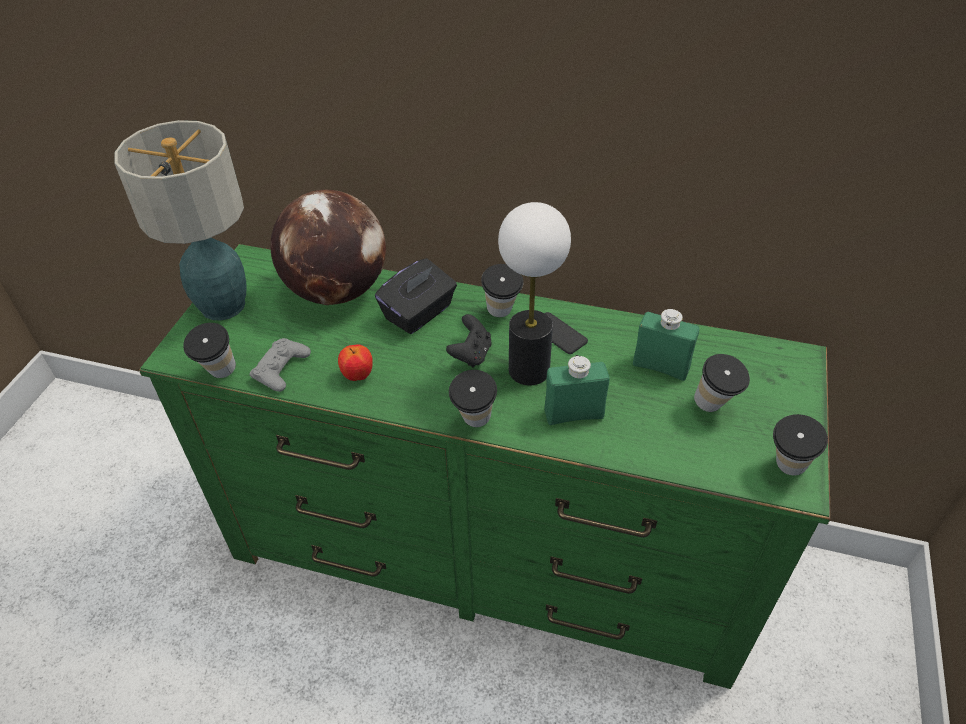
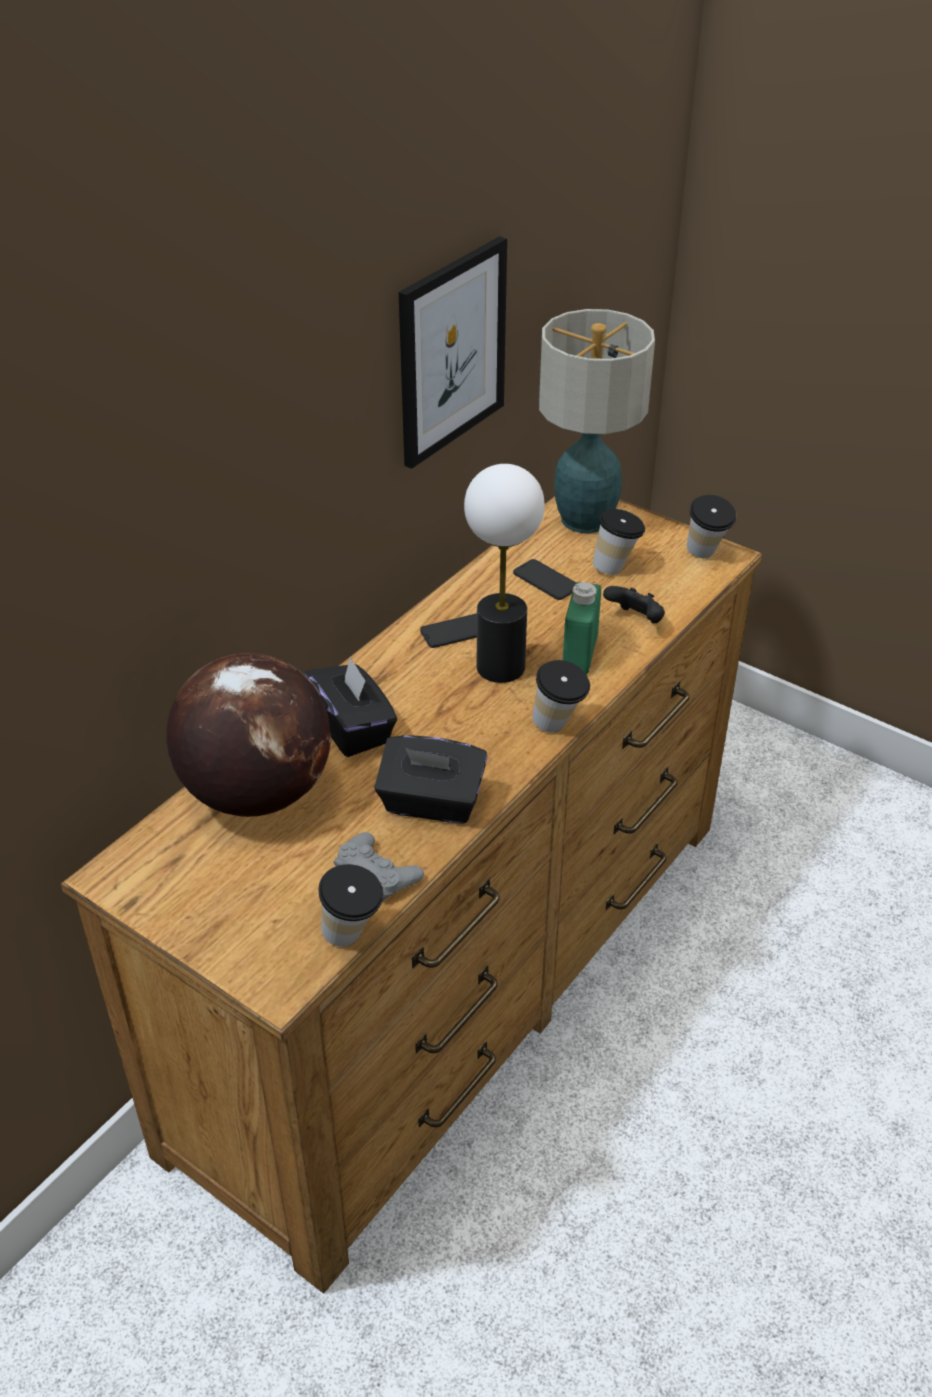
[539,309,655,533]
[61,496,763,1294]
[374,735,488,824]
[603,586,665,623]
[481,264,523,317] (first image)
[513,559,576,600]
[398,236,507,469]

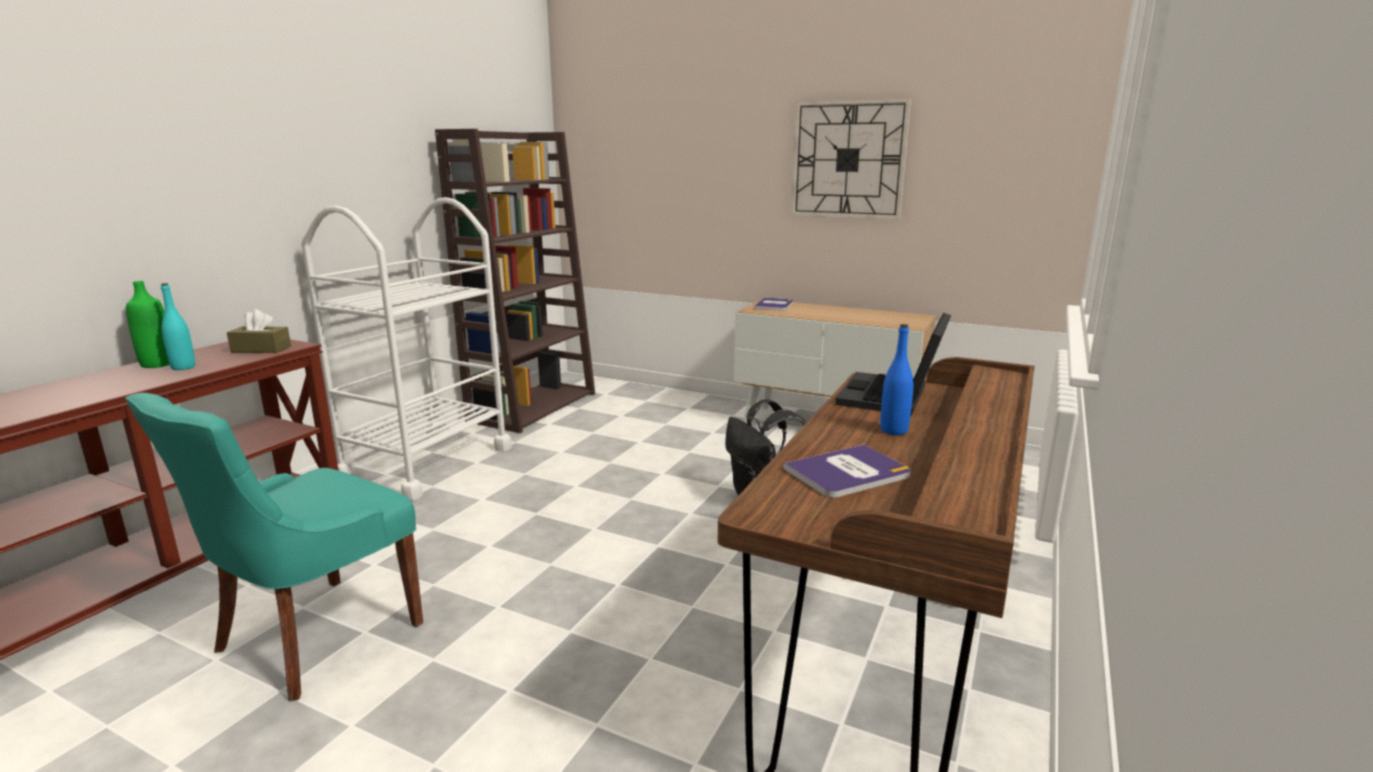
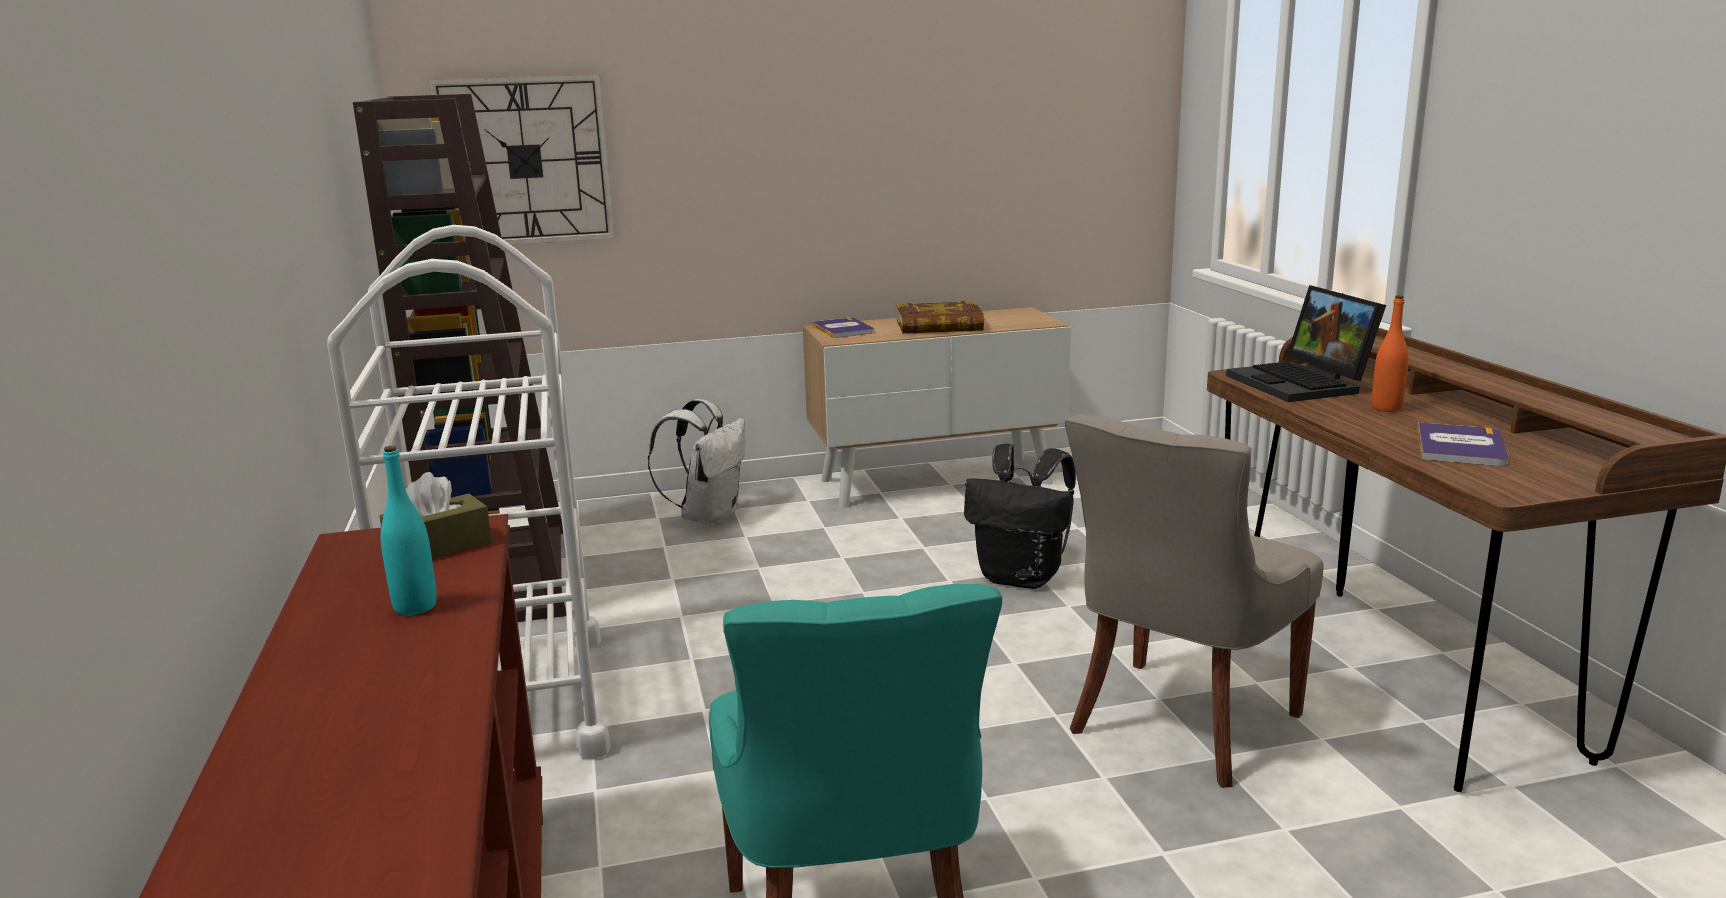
[126,281,169,368] (first image)
[428,74,615,245]
[1372,295,1409,412]
[648,399,745,525]
[897,301,984,333]
[1065,415,1324,788]

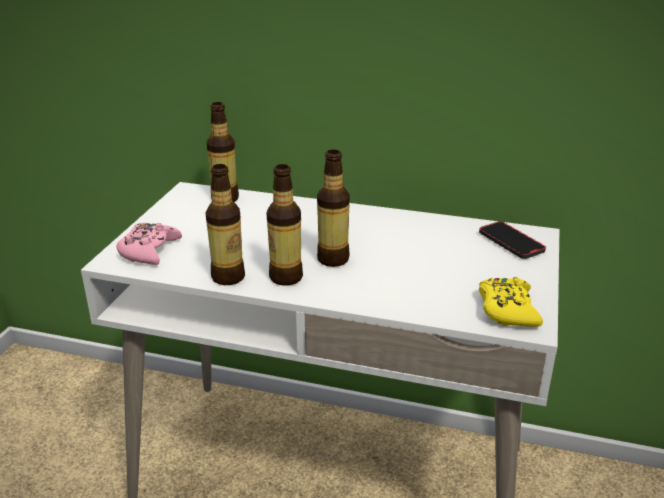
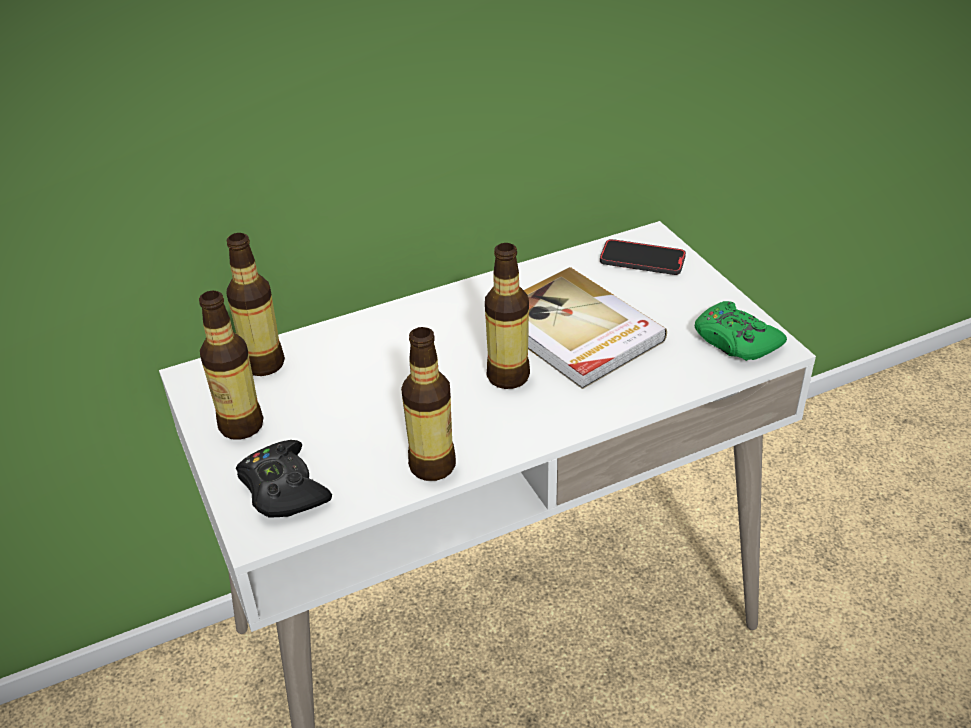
[236,440,332,518]
[199,290,263,440]
[695,301,787,361]
[524,267,667,389]

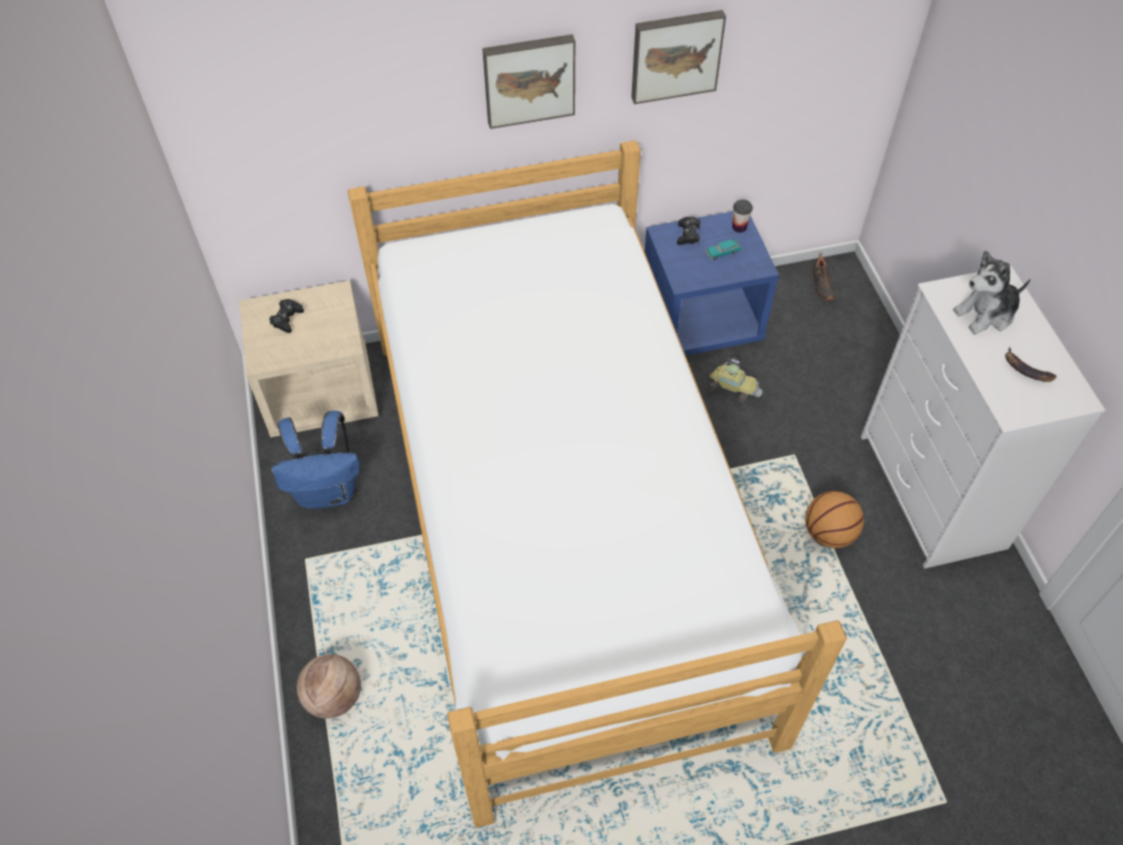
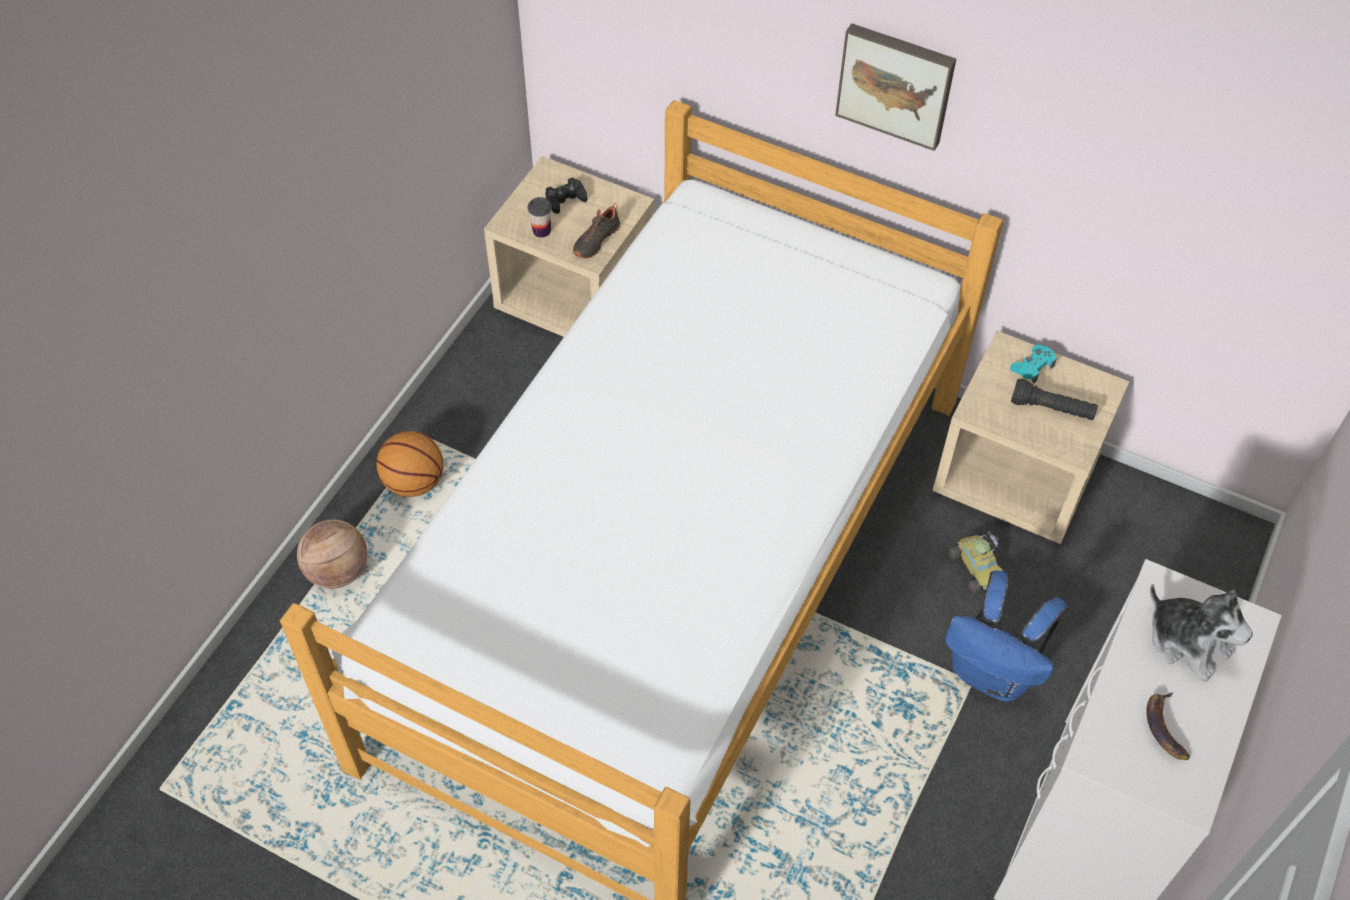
[945,570,1068,702]
[631,10,726,104] (first image)
[932,331,1129,544]
[1010,345,1056,384]
[1011,378,1098,420]
[528,197,552,238]
[376,431,444,497]
[573,203,620,259]
[1150,584,1253,681]

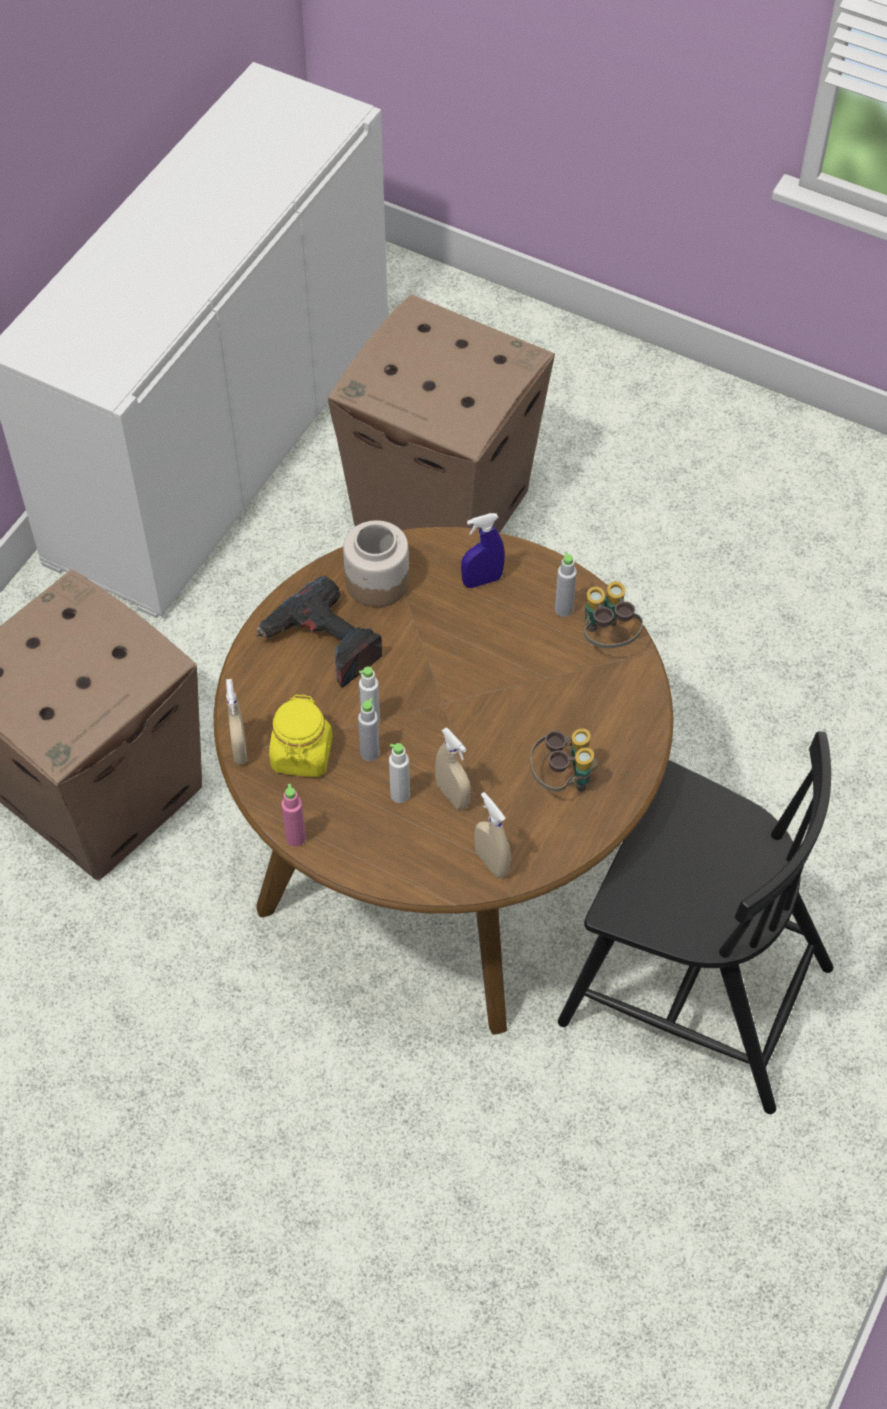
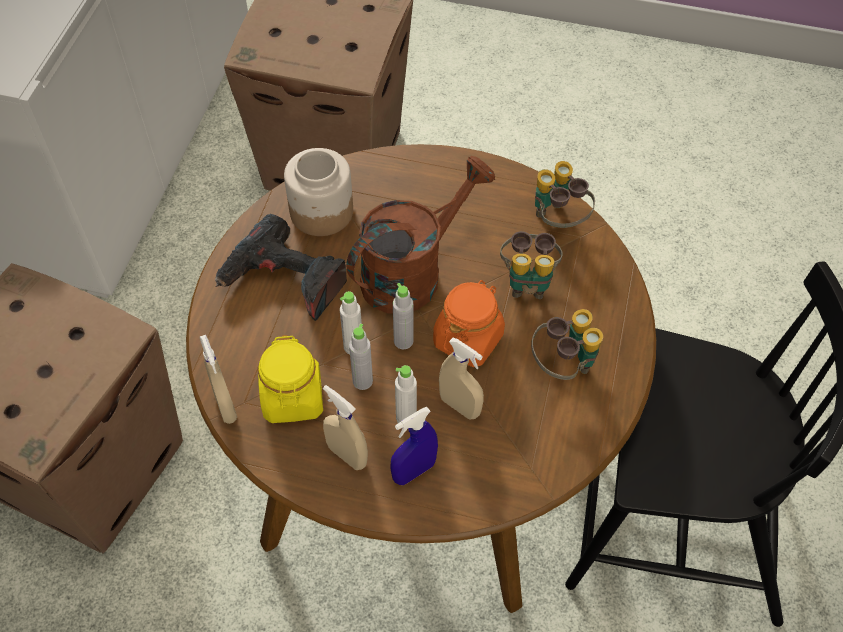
[281,784,306,847] (first image)
[391,407,438,485]
[323,385,368,470]
[393,283,413,349]
[346,156,495,314]
[433,280,505,367]
[500,231,563,299]

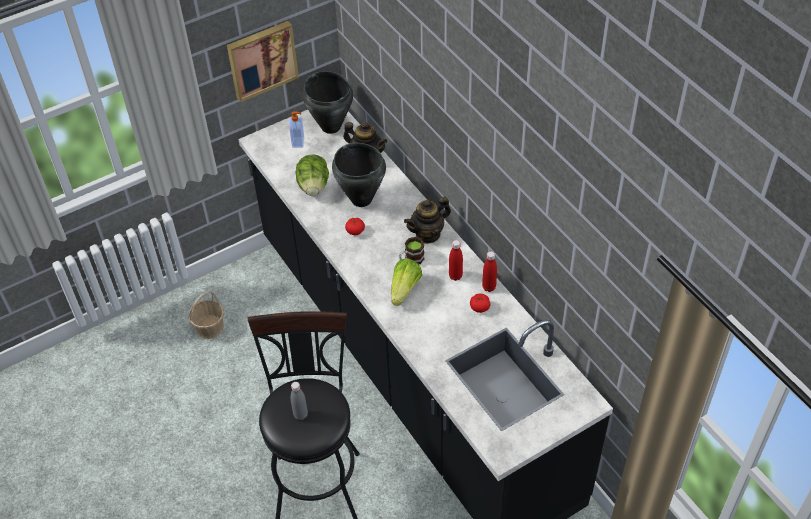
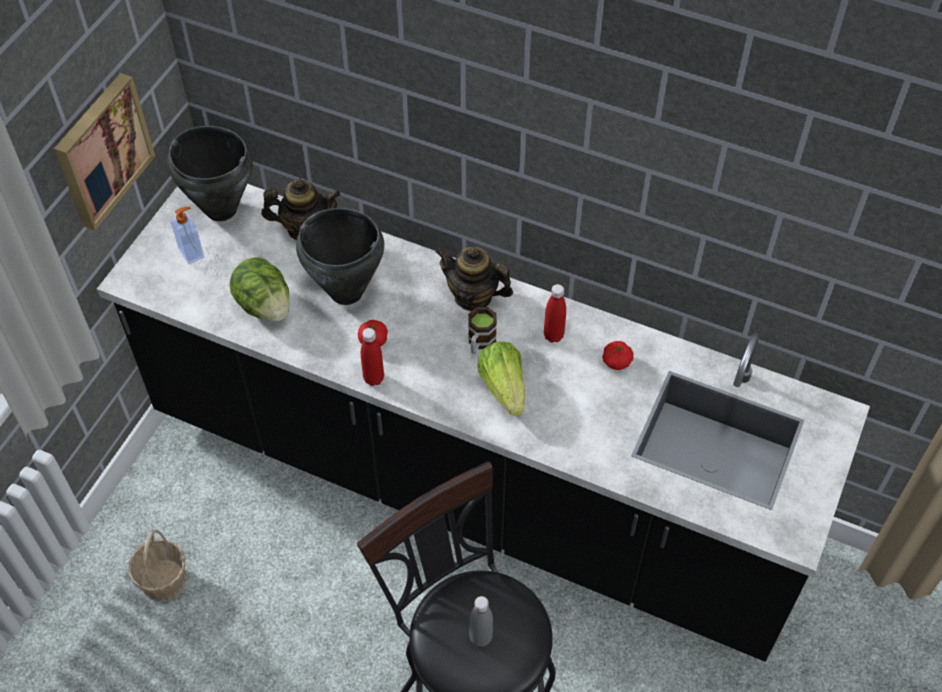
[435,247,513,311]
[361,328,384,386]

